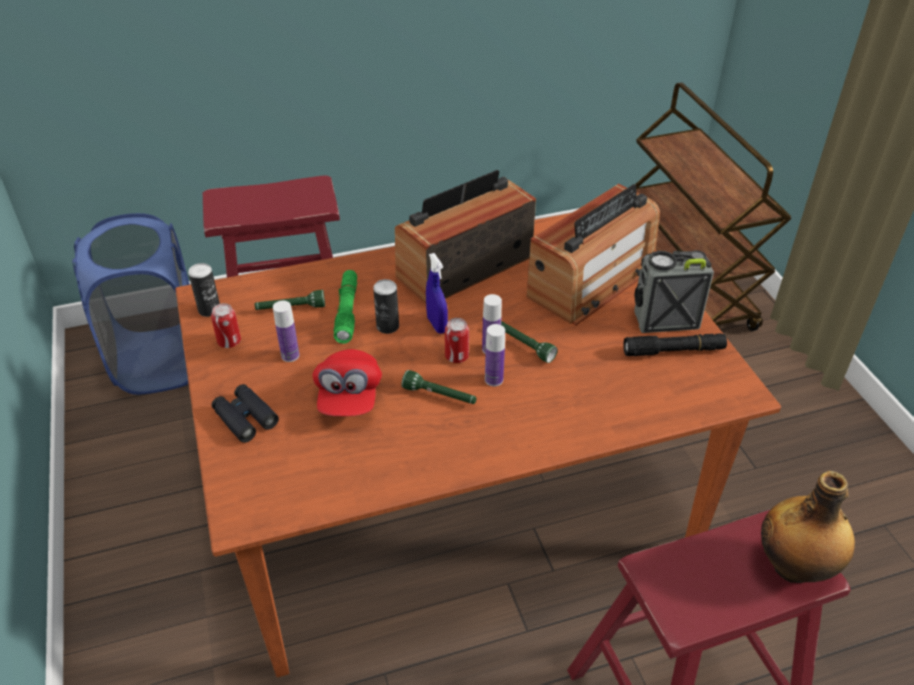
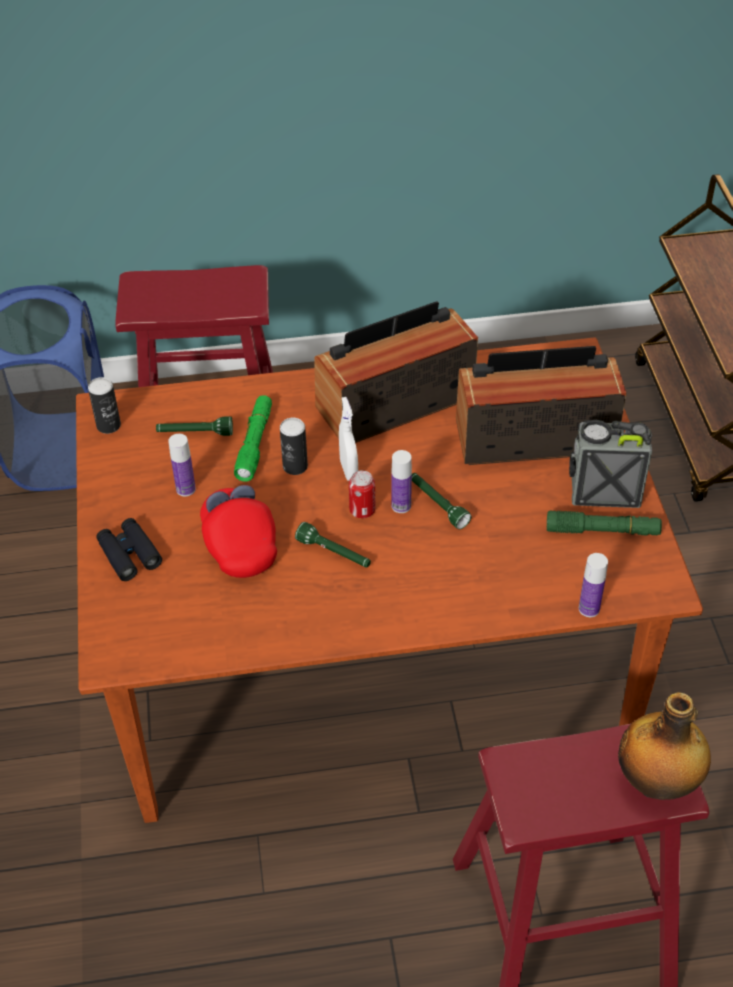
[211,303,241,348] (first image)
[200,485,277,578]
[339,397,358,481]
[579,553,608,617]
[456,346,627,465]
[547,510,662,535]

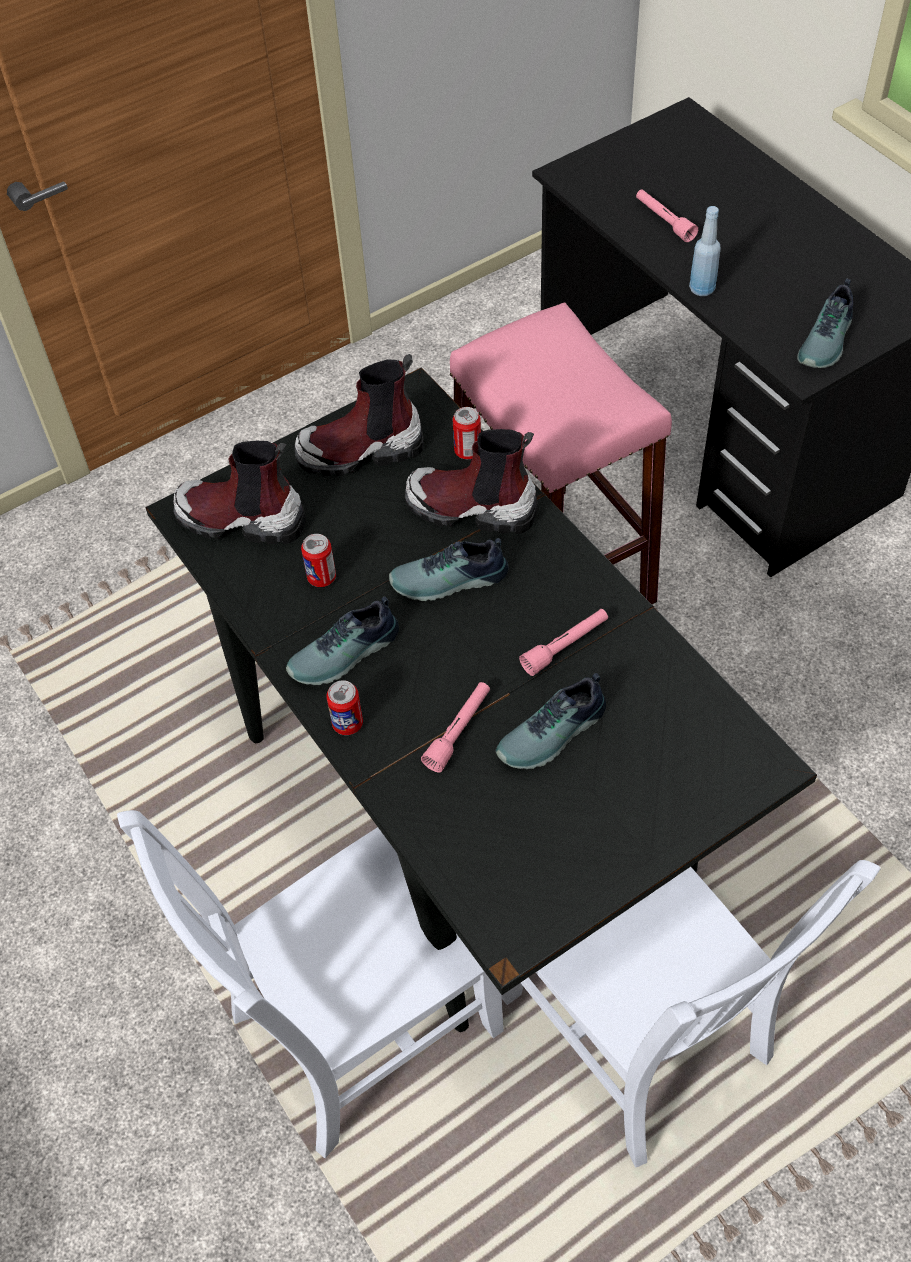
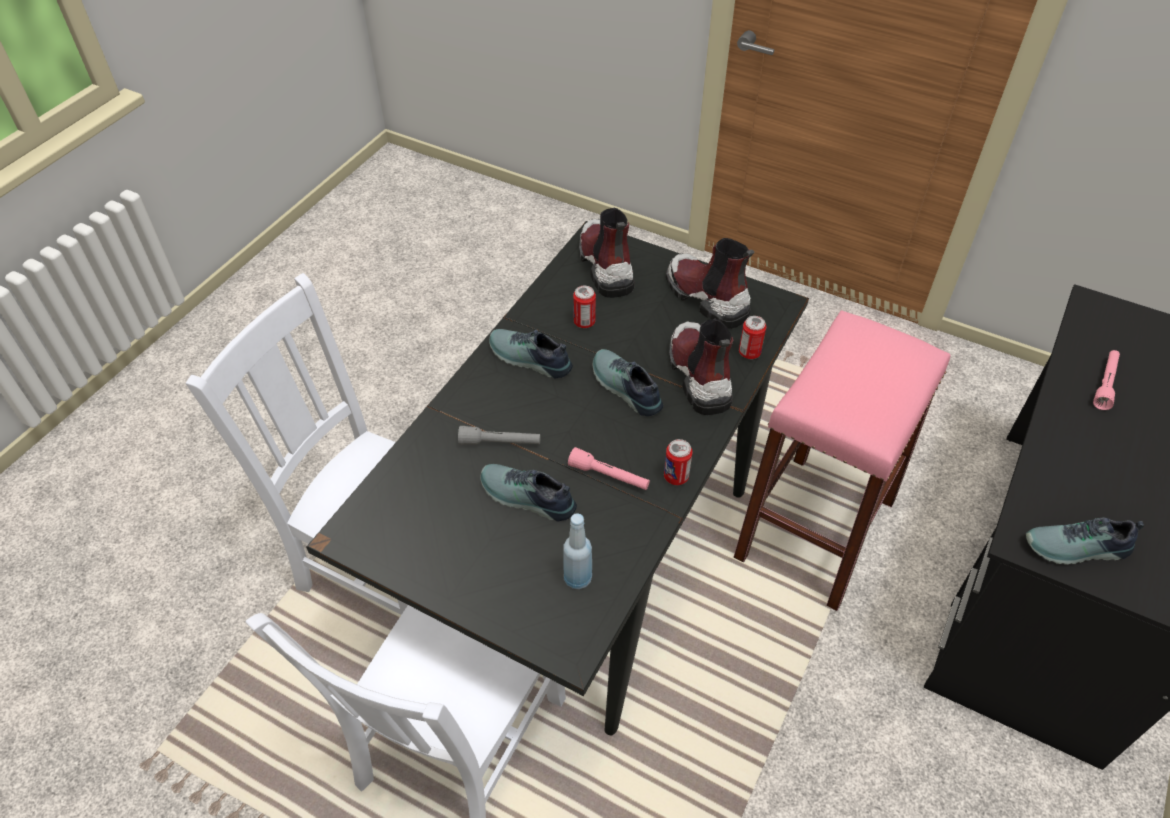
[664,439,692,485]
[458,426,541,445]
[563,513,592,589]

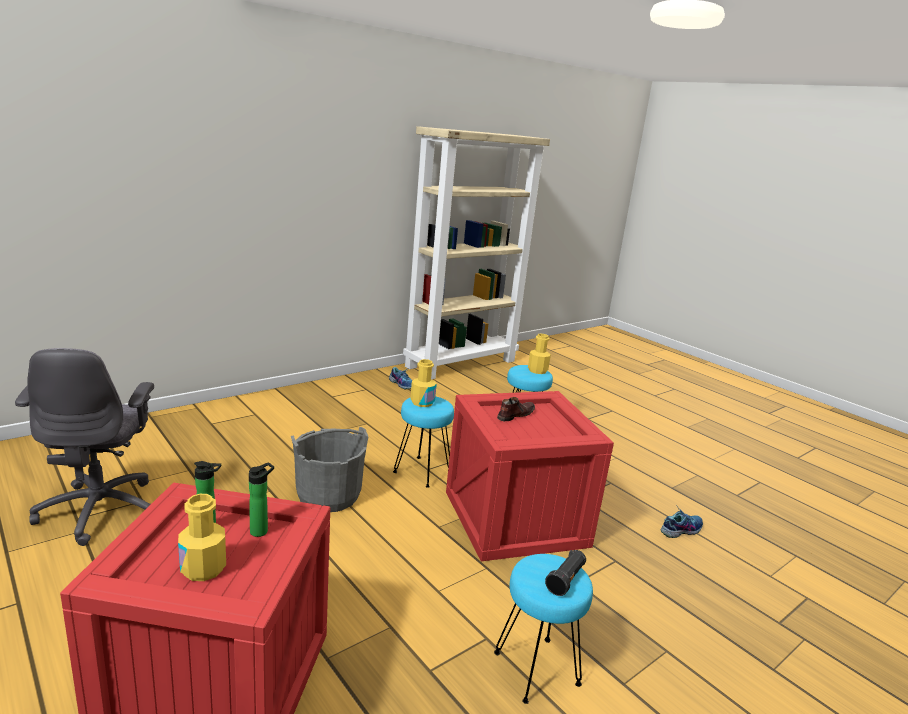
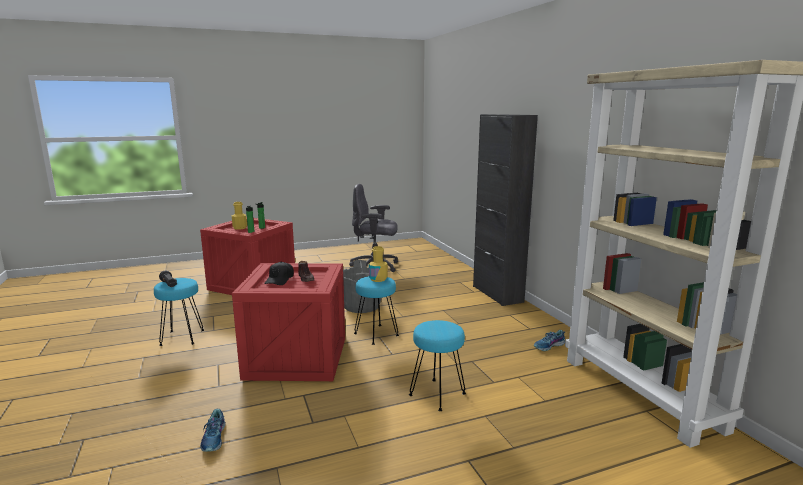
[528,334,551,374] (first image)
[264,262,294,285]
[473,114,538,306]

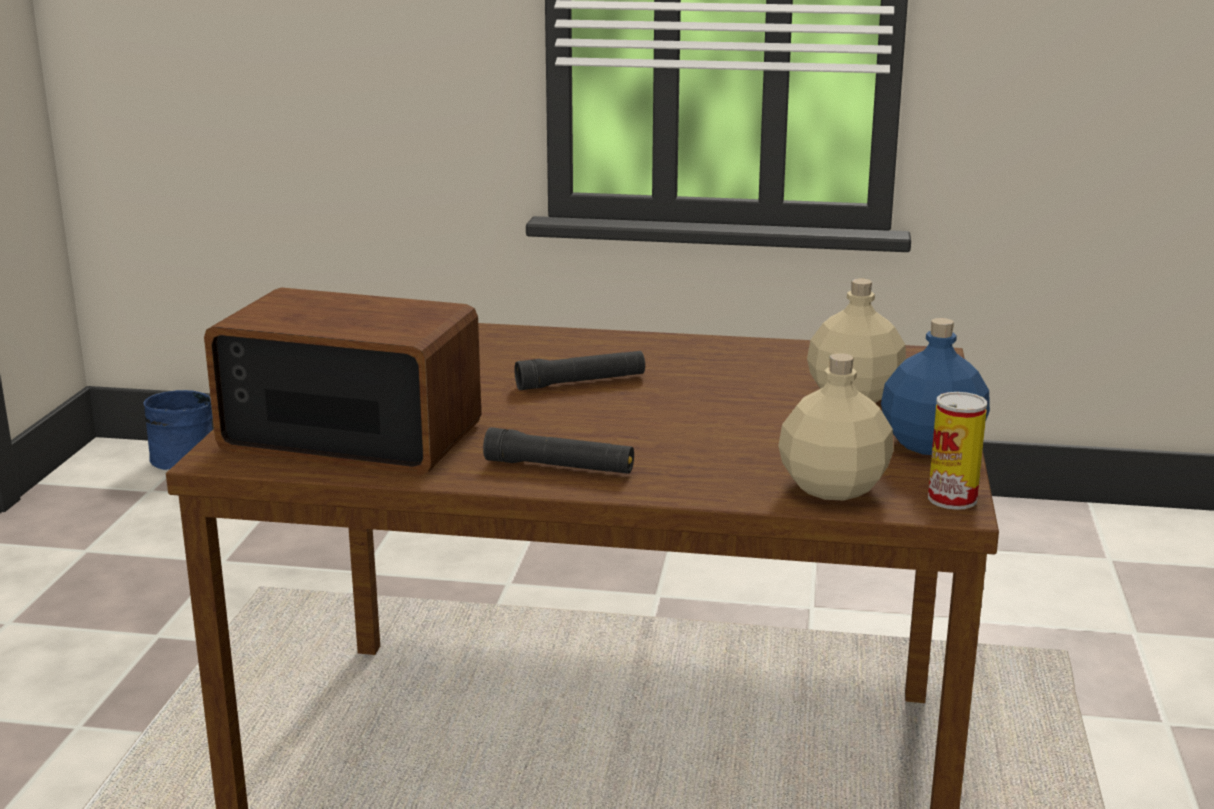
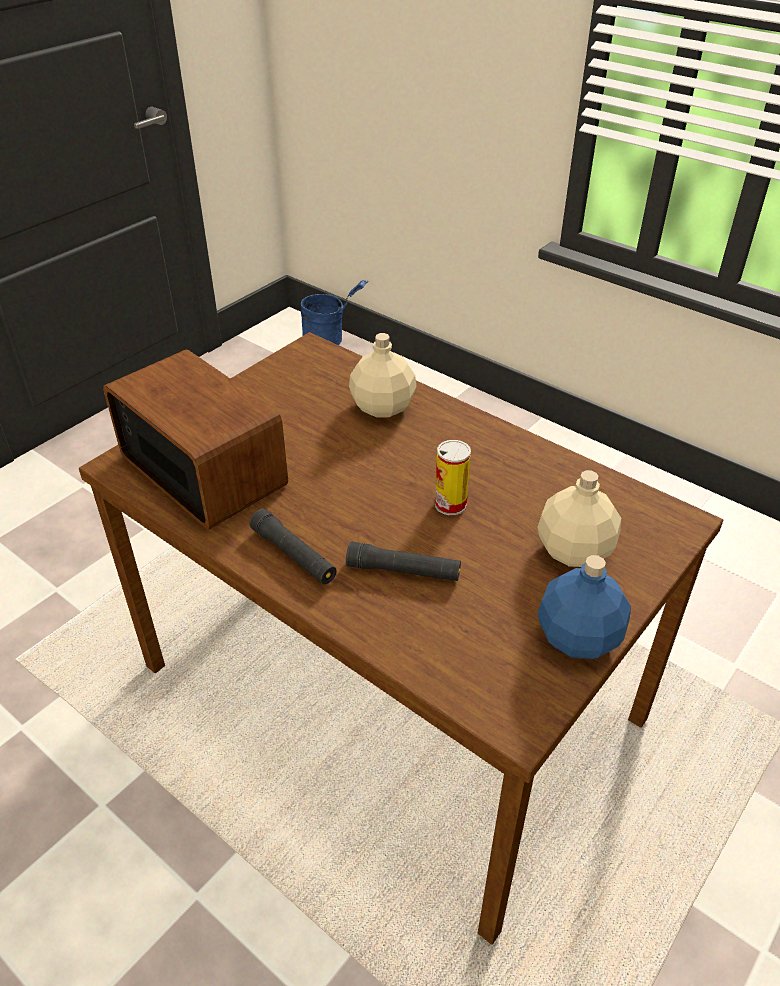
[346,542,461,581]
[349,333,416,418]
[435,440,471,515]

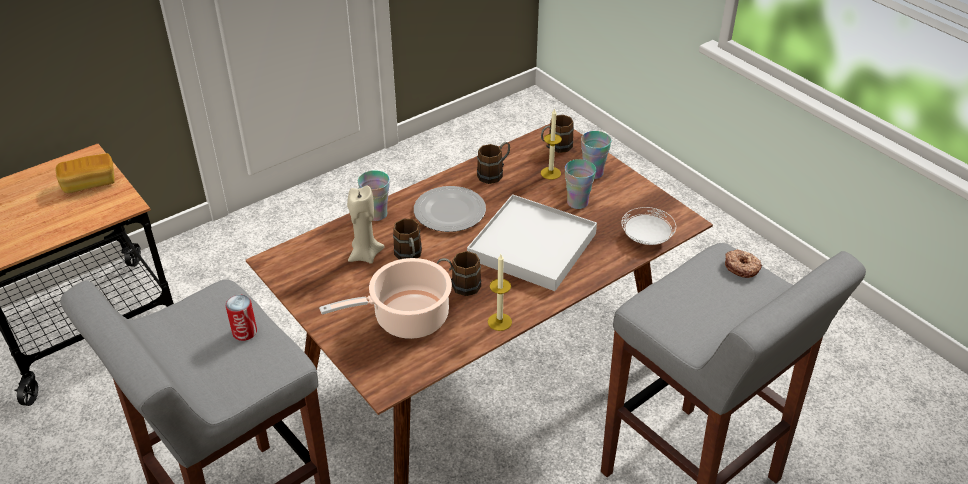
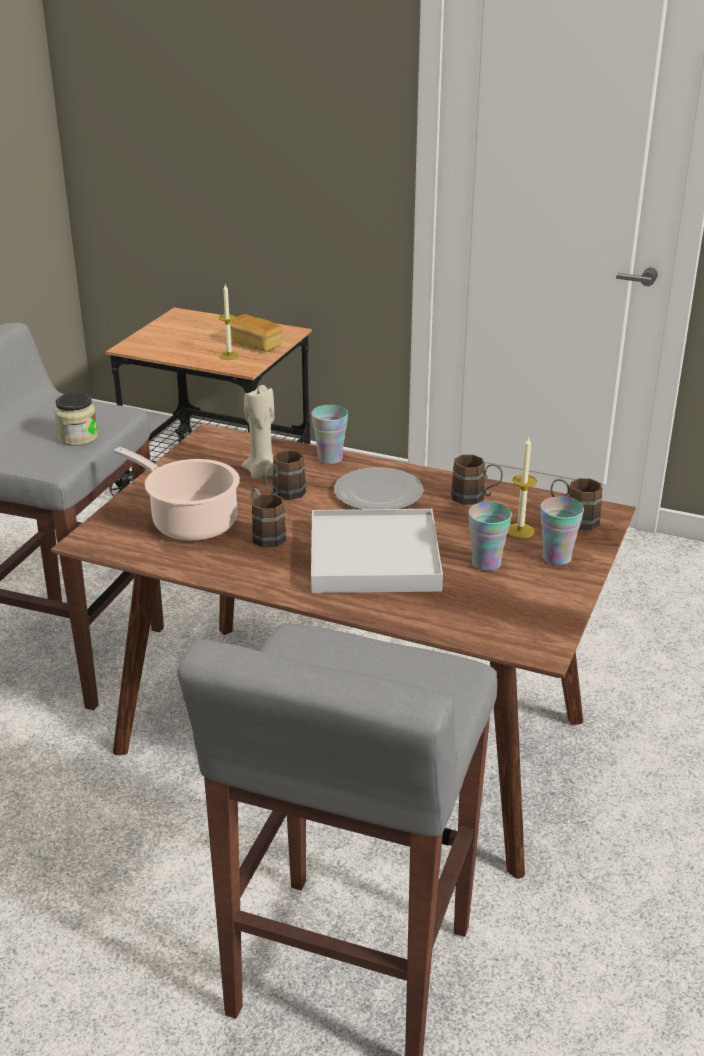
[54,393,98,446]
[218,284,240,360]
[621,207,676,245] (first image)
[725,249,762,278] (first image)

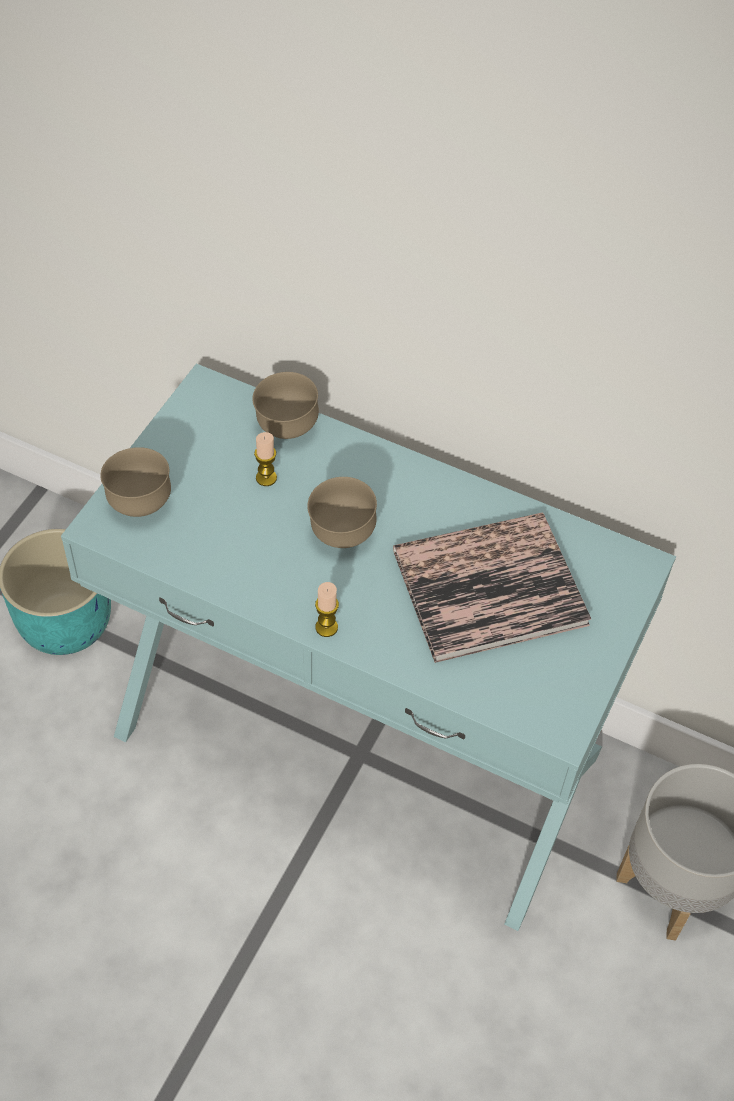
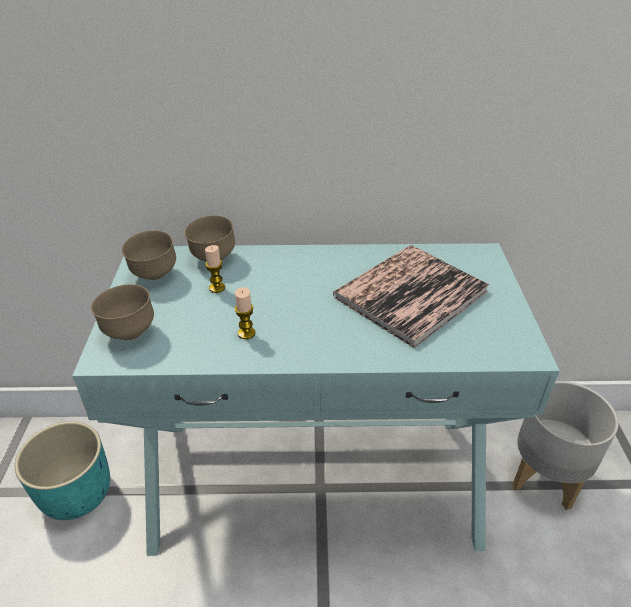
[122,230,176,280]
[235,287,255,339]

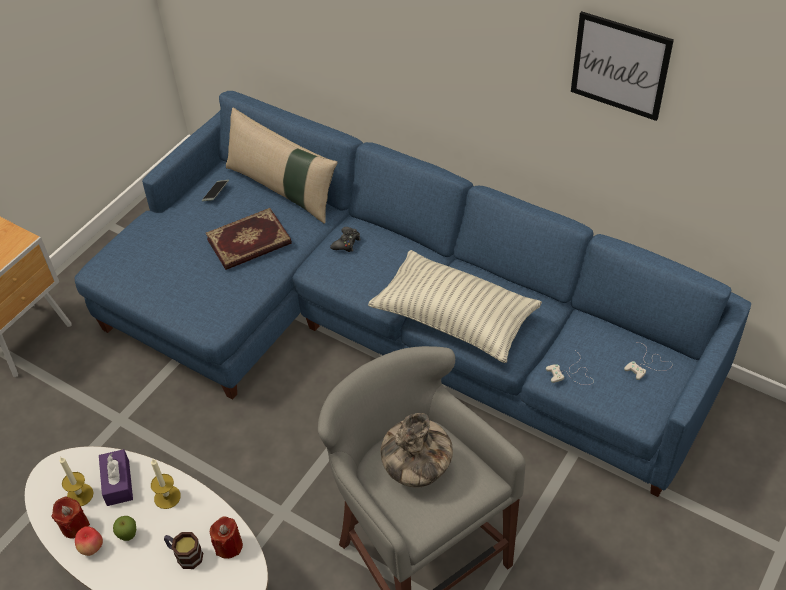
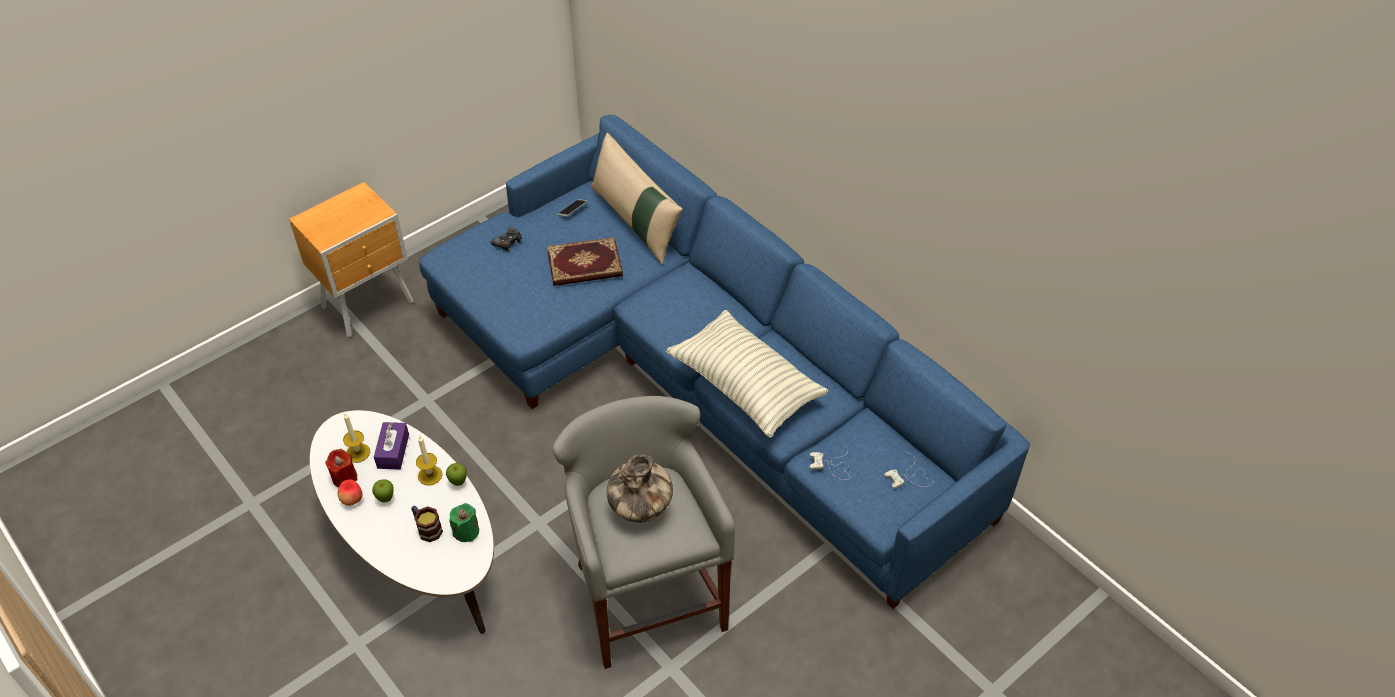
[449,503,479,542]
[491,227,522,251]
[571,11,674,121] (first image)
[446,463,467,486]

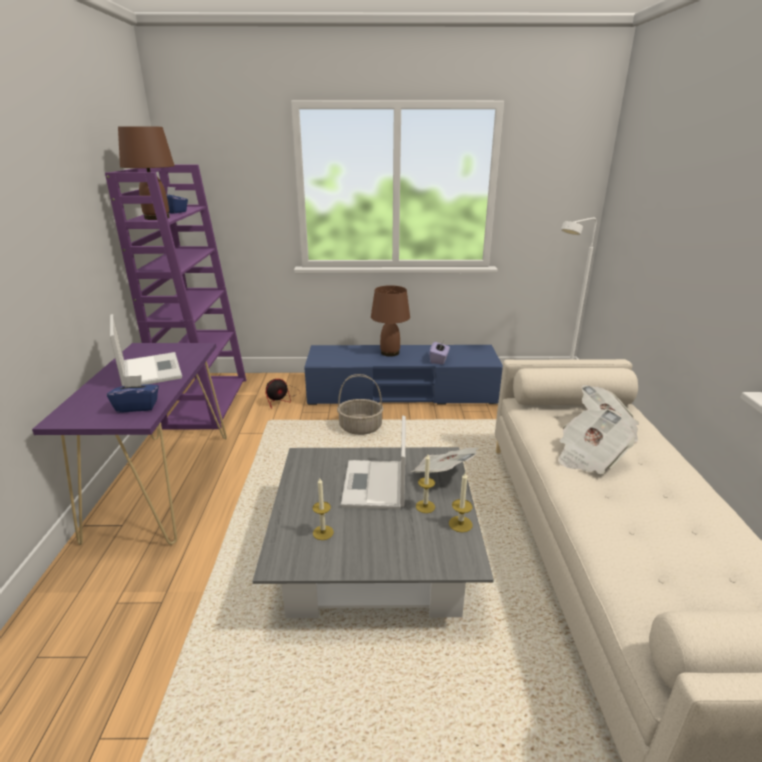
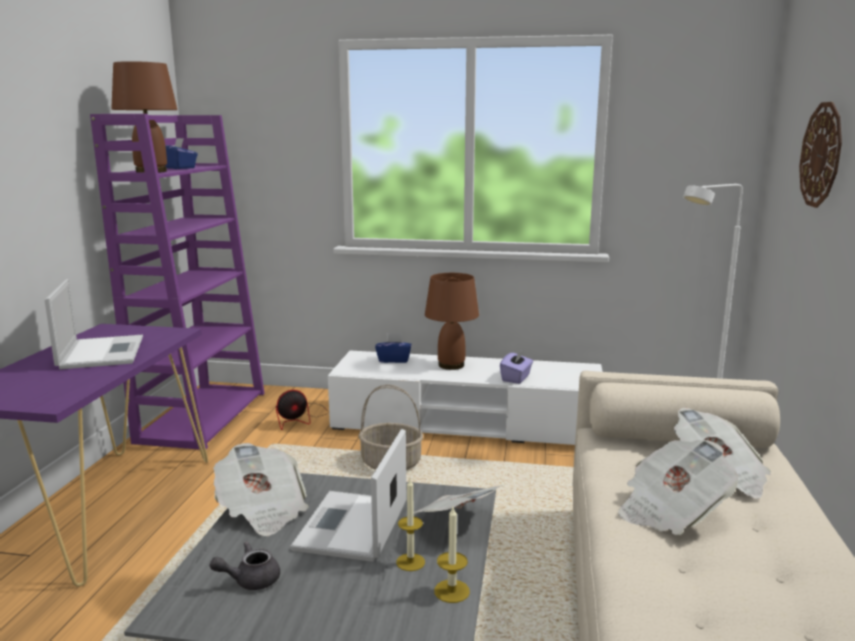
[375,333,412,363]
[328,351,603,445]
[209,542,280,590]
[214,443,309,536]
[799,102,842,208]

